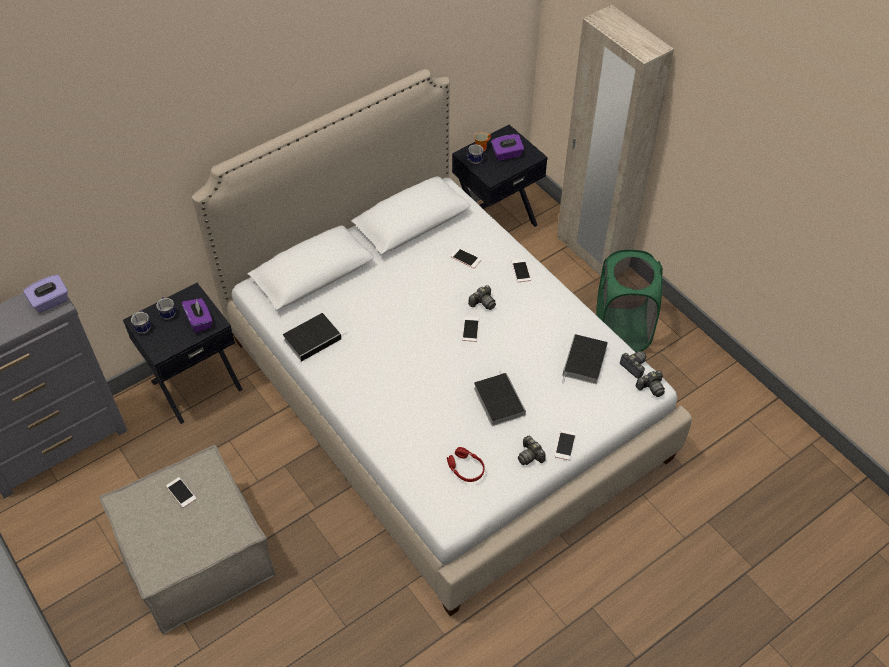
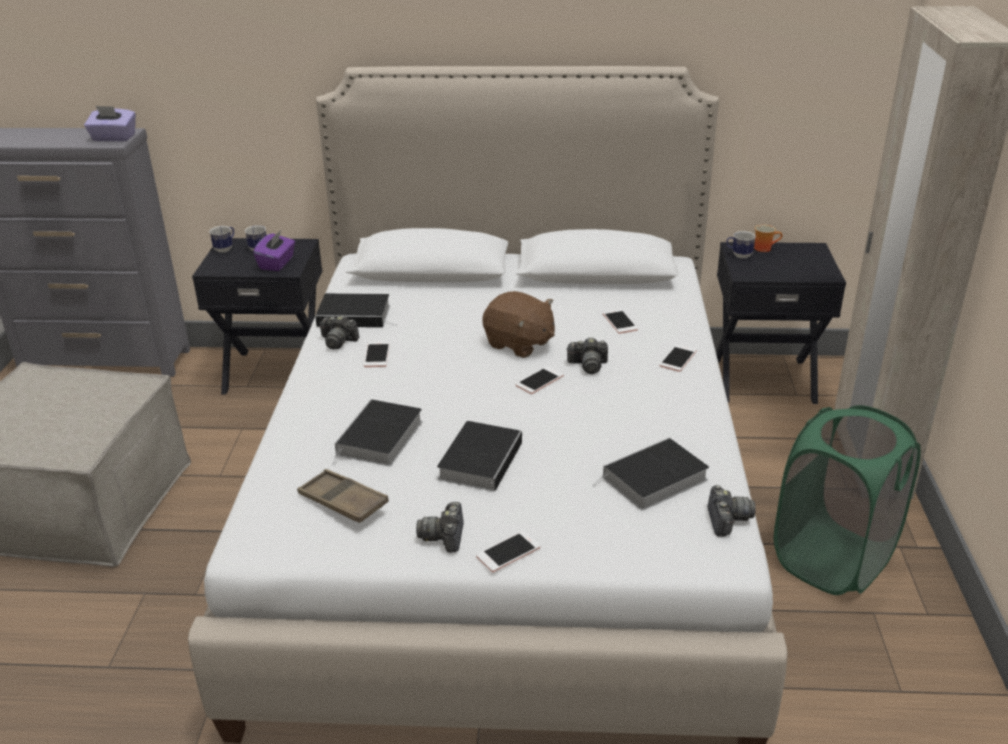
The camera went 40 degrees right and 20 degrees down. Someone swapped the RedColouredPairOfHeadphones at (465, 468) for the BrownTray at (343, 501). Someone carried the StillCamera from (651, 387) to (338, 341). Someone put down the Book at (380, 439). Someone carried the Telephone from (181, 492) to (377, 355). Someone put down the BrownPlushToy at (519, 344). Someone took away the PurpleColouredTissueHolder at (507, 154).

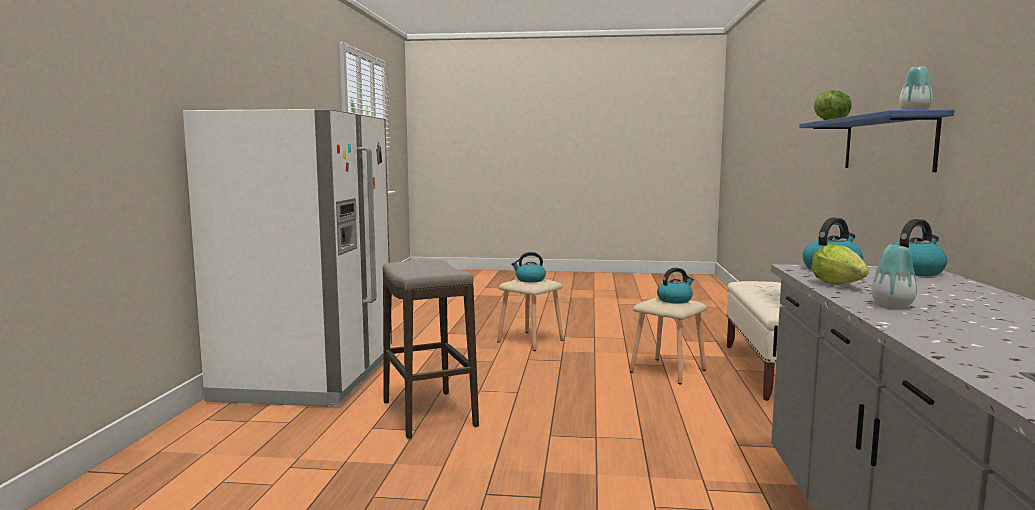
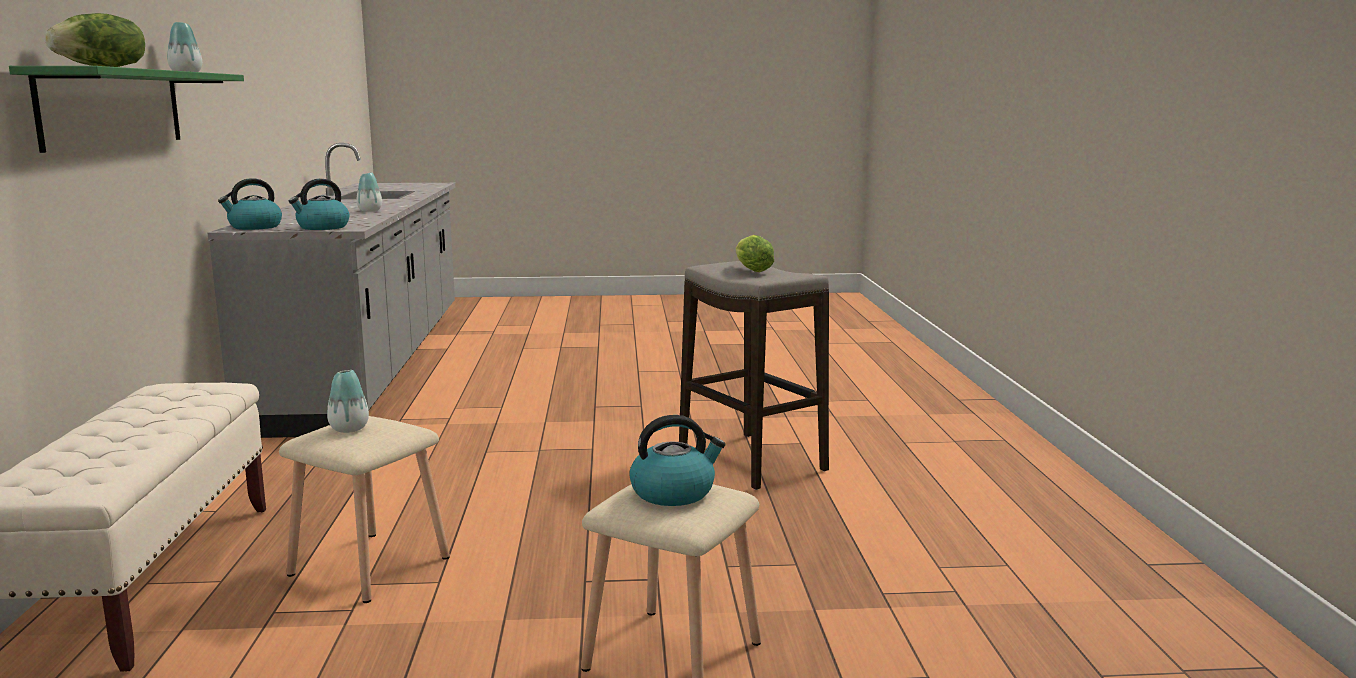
The camera went 170 degrees right and 5 degrees up. Someone repainted the BluishBracketShelf at (887, 144), which became the GreenColouredBracketShelf at (113, 108). Someone swapped the WaterKettle at (675, 300) for the FlowerVase at (349, 429). Someone carried the Lettuce from (840, 285) to (751, 270). Someone took away the WhiteColouredRefrigerator at (308, 378).

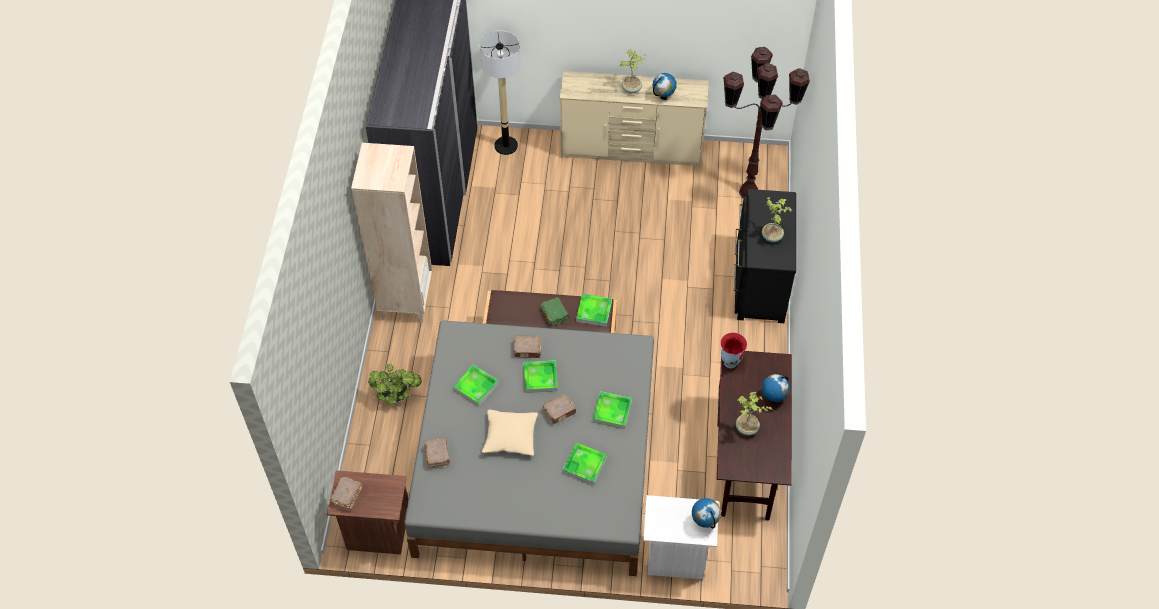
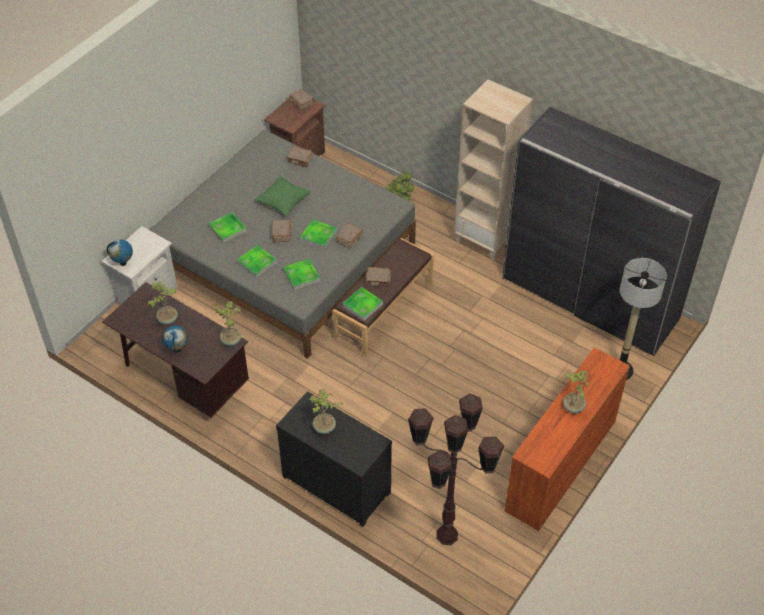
The camera went 120 degrees right and 5 degrees down. Someone swapped the FlowerVase at (730, 362) for the Houseplant at (231, 340). Someone repainted the BeigeColouredThrowPillow at (510, 437), which became the GreenColouredThrowPillow at (283, 200). Someone carried the Tray from (476, 387) to (301, 276). Someone repainted the GreenColouredBook at (554, 314), which became the BrownBook at (378, 280). Someone repainted the BeigeColouredChestOfDrawers at (632, 150), which became the OrangeChestOfDrawers at (560, 465). Someone took away the DeskGlobe at (663, 97).

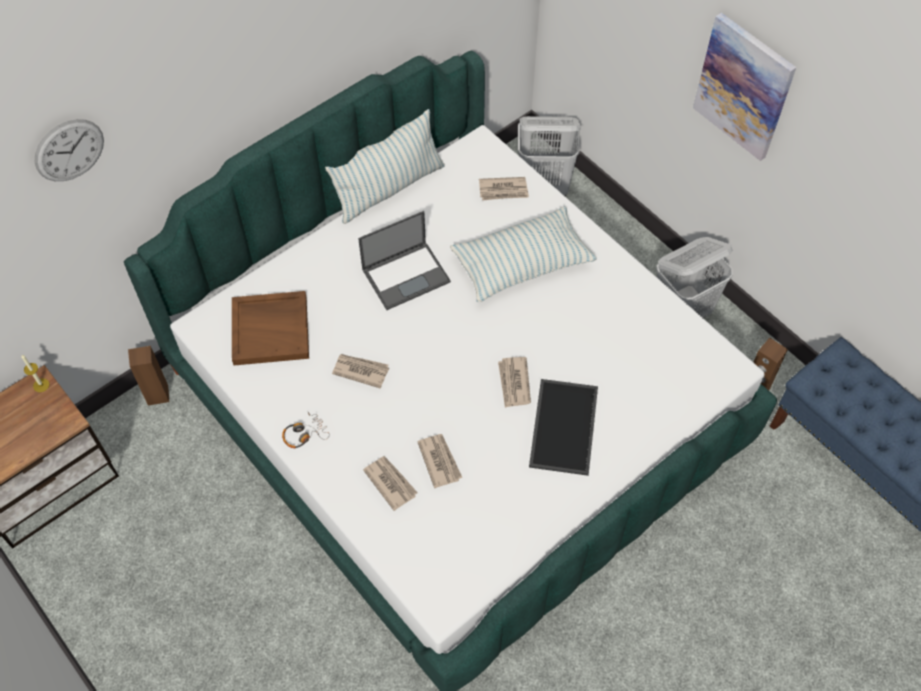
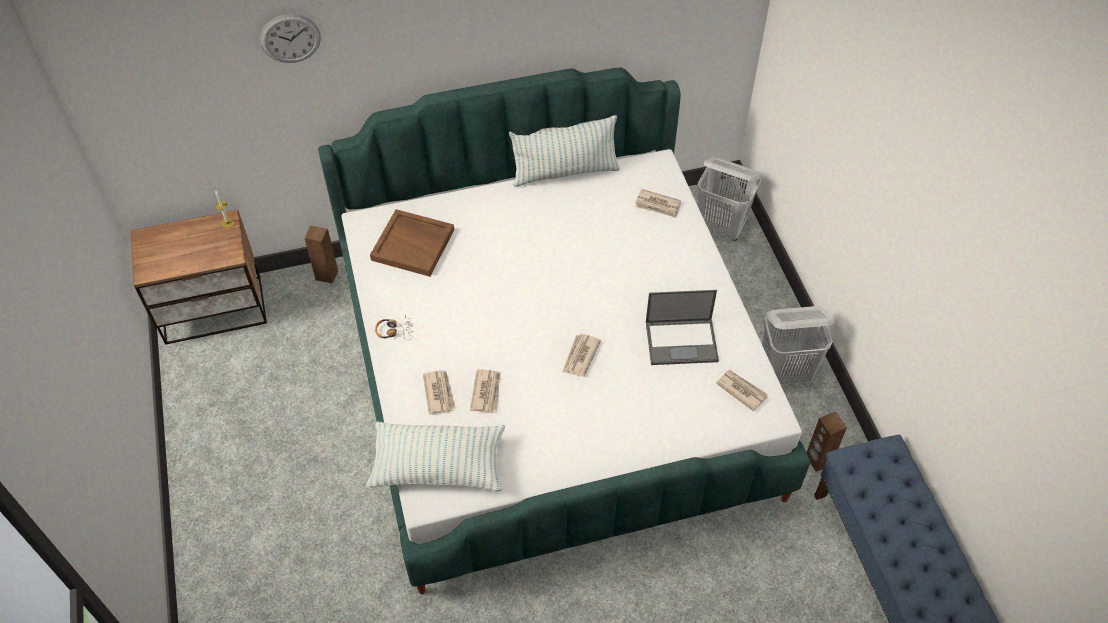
The camera went 25 degrees right and 5 degrees down. Someone carried the ThrowPillow from (522, 264) to (439, 465). Someone carried the PortableComputer from (406, 275) to (682, 341). Someone carried the Newspaper from (360, 370) to (741, 390). Someone took away the Tray at (562, 425). Someone took away the WallPicture at (744, 87).

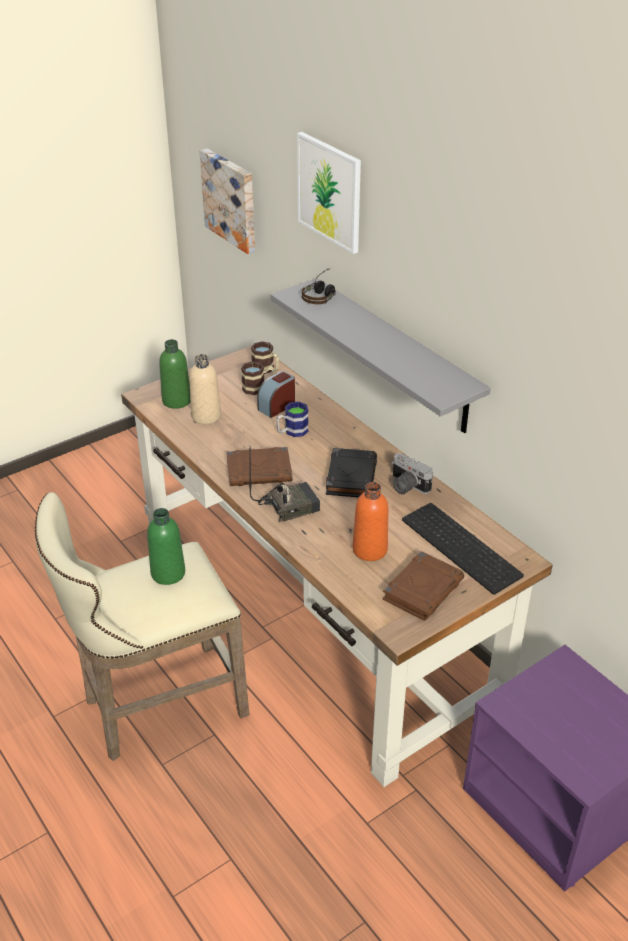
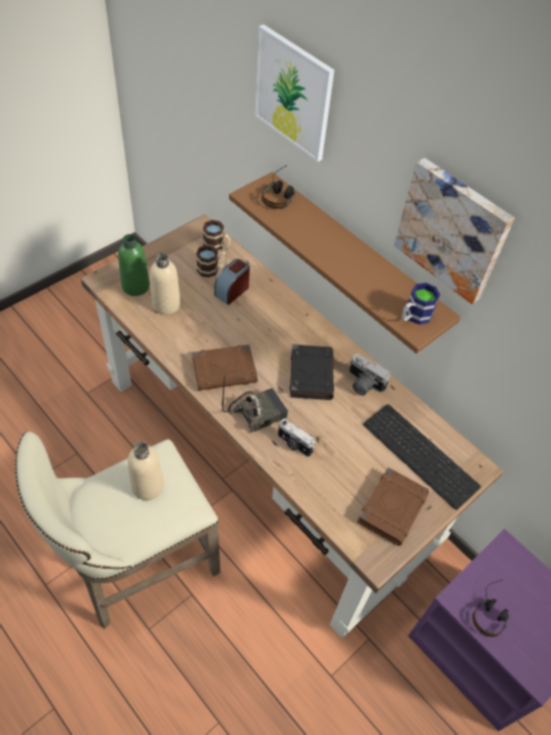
The camera went 10 degrees left and 15 degrees up. Someone repainted the GreenColouredBeverageBottle at (168, 573), which became the BeigeColouredBeverageBottle at (147, 486). Someone repainted the GreyishBracketShelf at (395, 355), which became the BrownBracketShelf at (354, 261). Someone put down the StillCamera at (294, 444). Someone carried the WallPicture from (231, 199) to (453, 230). Someone carried the TeaMug from (292, 431) to (414, 316). Someone put down the PairOfHeadphones at (491, 611). Someone took away the OrangeBeverageBottle at (370, 550).

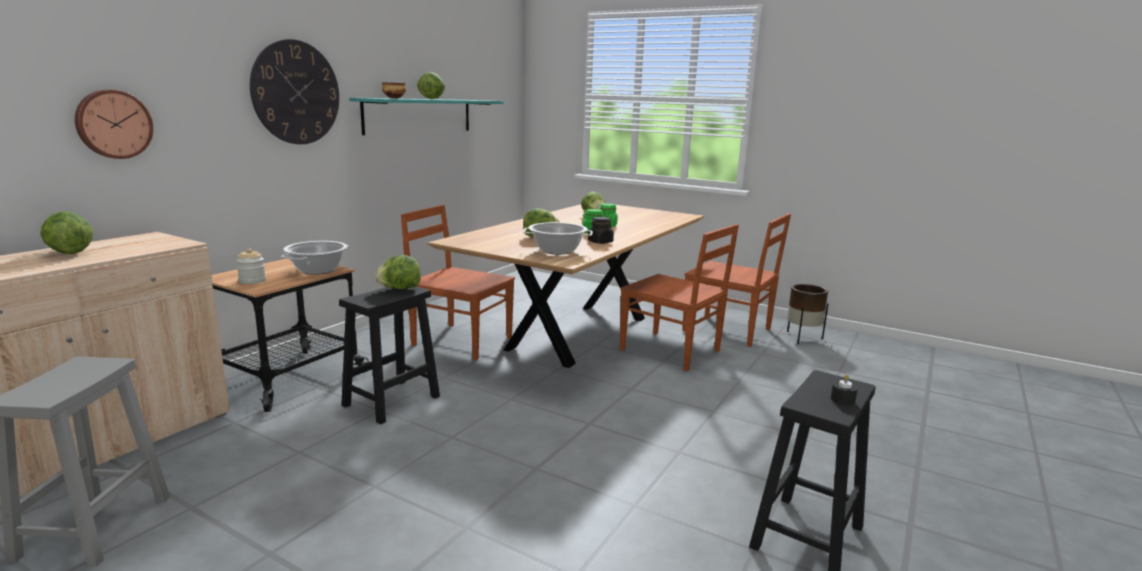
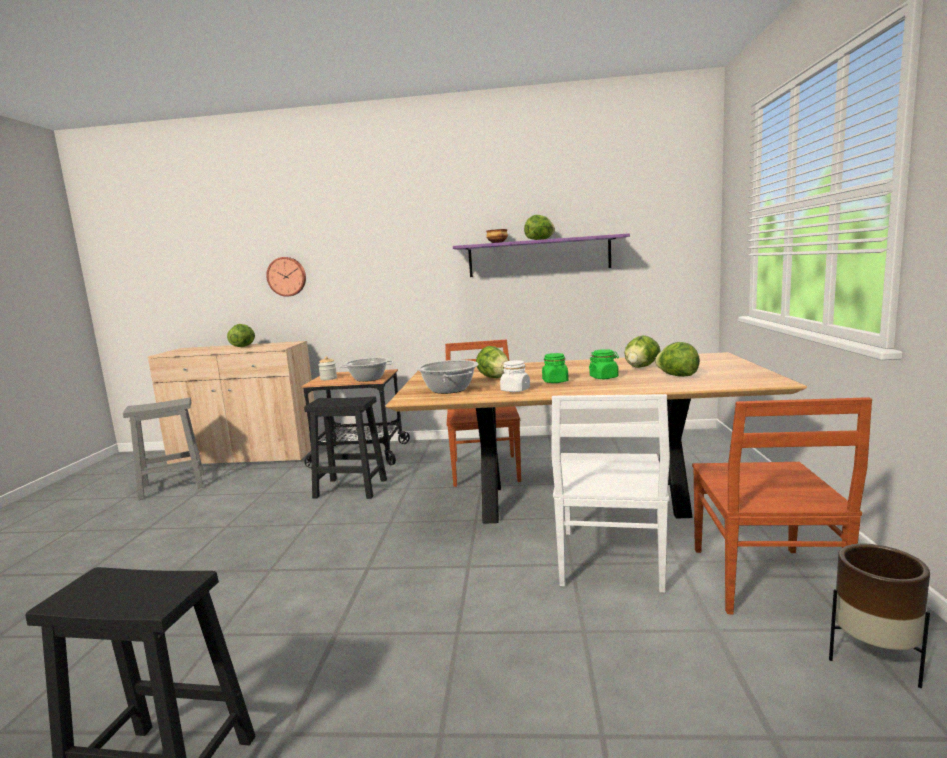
The camera went 65 degrees right and 5 degrees down. Someone repainted the TurquoiseBracketShelf at (419, 115), which became the PurpleColouredBracketShelf at (539, 256). Someone repainted the BlackPreserveJar at (600, 242), which became the WhiteColouredPreserveJar at (515, 390). Someone repainted the BrownPlainChair at (672, 351), which became the WhiteColouredPlainChair at (610, 561). Someone carried the Lettuce from (400, 289) to (677, 376). Someone took away the ClockOnTheWall at (296, 93). Someone took away the BlackWaxLight at (842, 399).

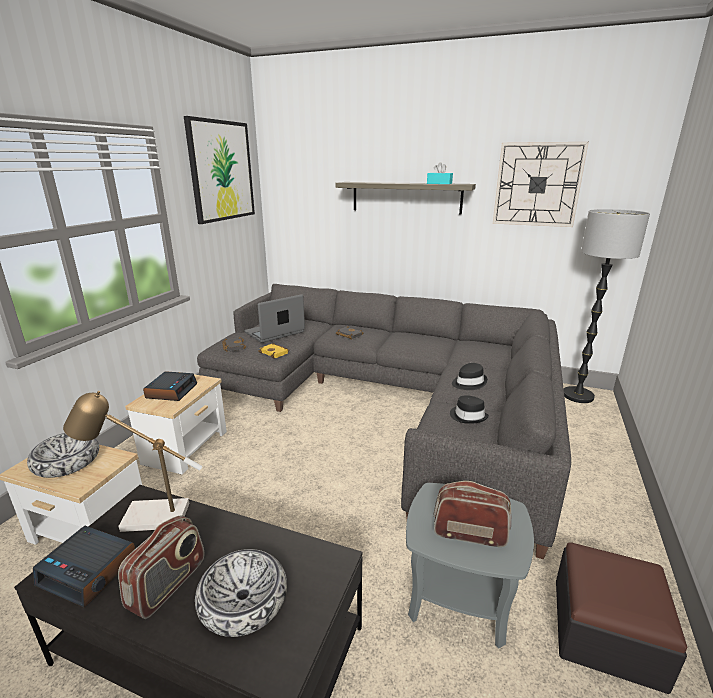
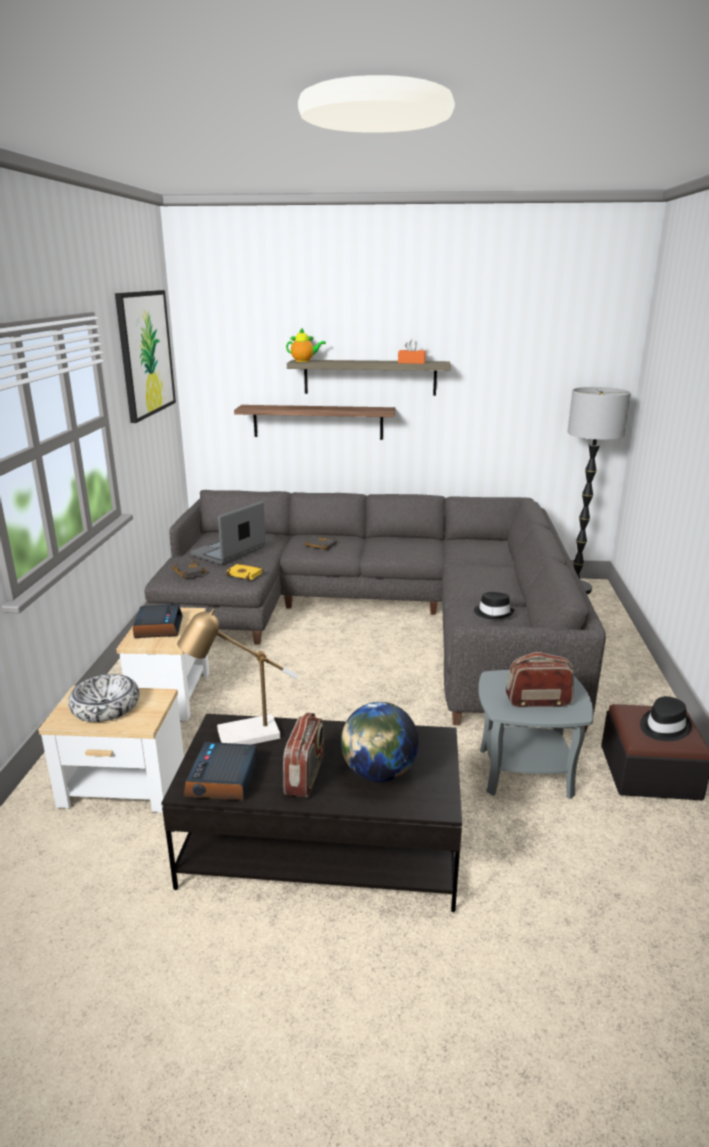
The camera went 15 degrees left and 0 degrees up. Someone rotated the AlarmClock at (90, 570) by 90 degrees clockwise. Someone put up the BracketShelf at (318, 422). Someone put down the Teapot at (304, 361). Someone swapped the DeepDish at (243, 600) for the DeskGlobe at (378, 773). Someone repainted the TurquoiseTissueHolder at (439, 183), which became the OrangeTissueHolder at (411, 362). Someone carried the BlackWearableHat from (468, 383) to (663, 727). Someone took away the ClockOnTheWall at (537, 185).

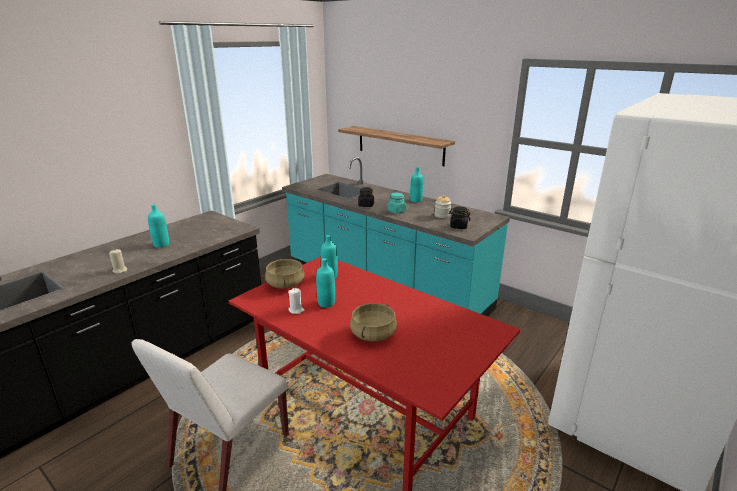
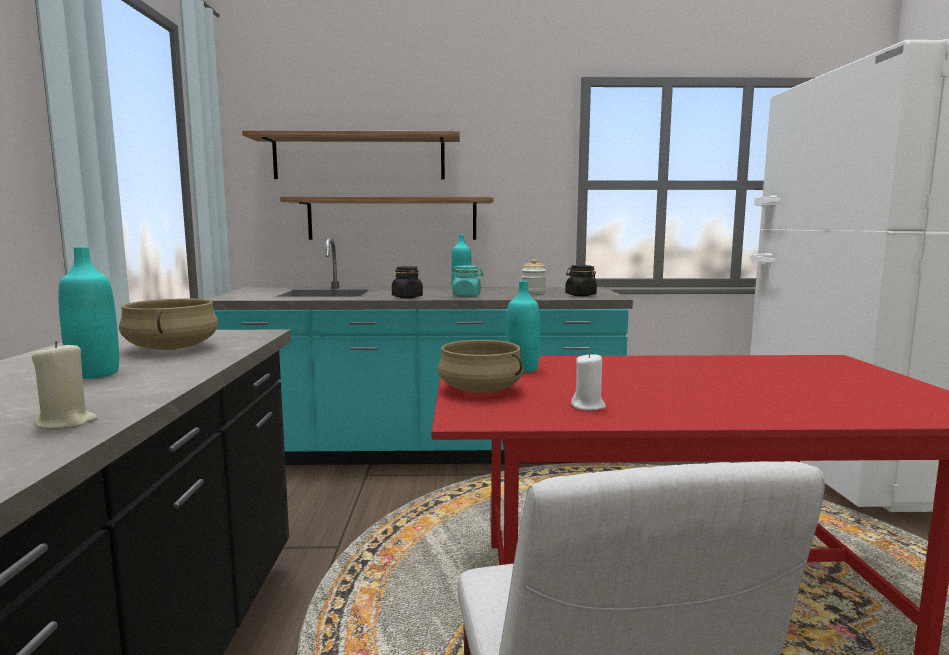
The camera went 40 degrees left and 15 degrees down. Someone carried the BeigeColouredStockpot from (373, 334) to (173, 348). Someone put up the BracketShelf at (359, 158). Someone took away the TurquoiseBeverageBottle at (326, 303).

